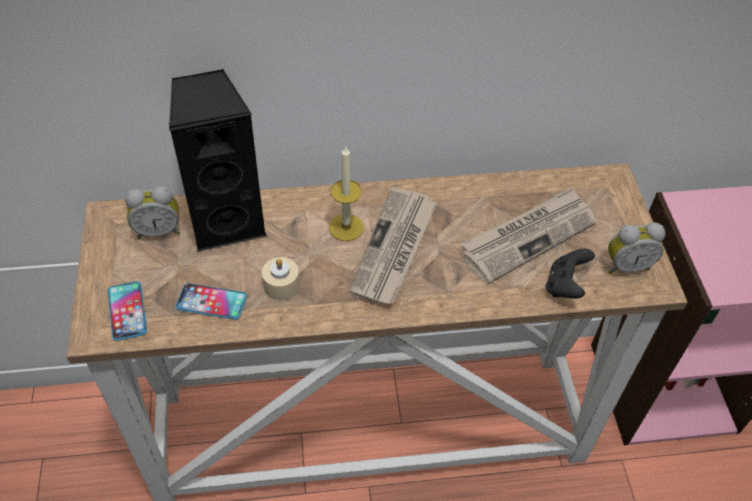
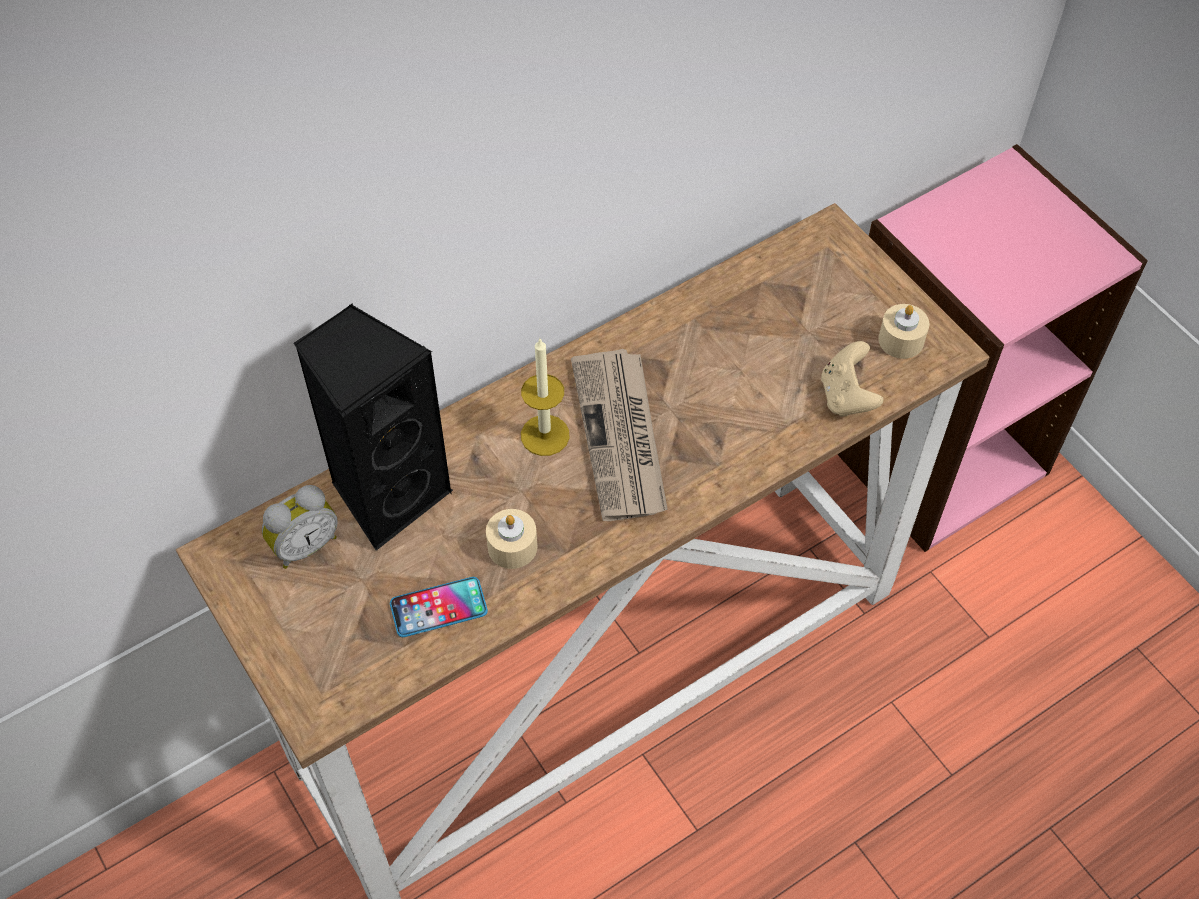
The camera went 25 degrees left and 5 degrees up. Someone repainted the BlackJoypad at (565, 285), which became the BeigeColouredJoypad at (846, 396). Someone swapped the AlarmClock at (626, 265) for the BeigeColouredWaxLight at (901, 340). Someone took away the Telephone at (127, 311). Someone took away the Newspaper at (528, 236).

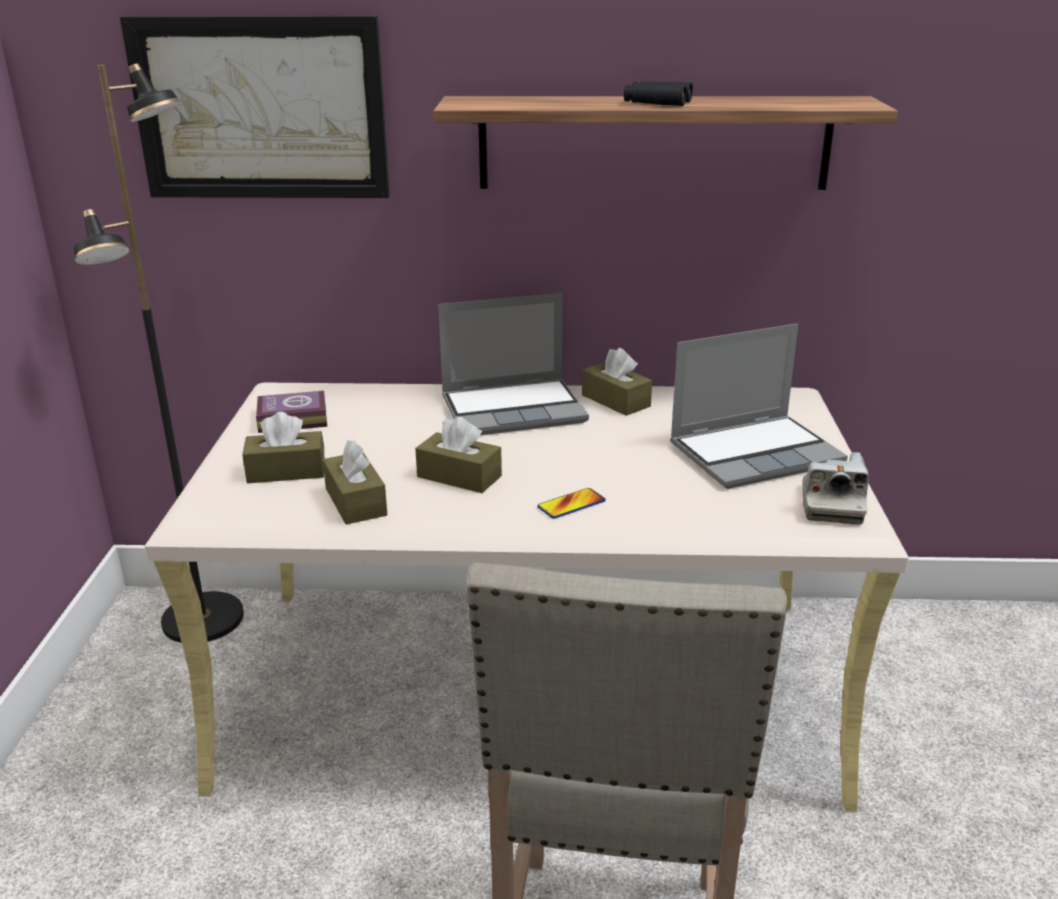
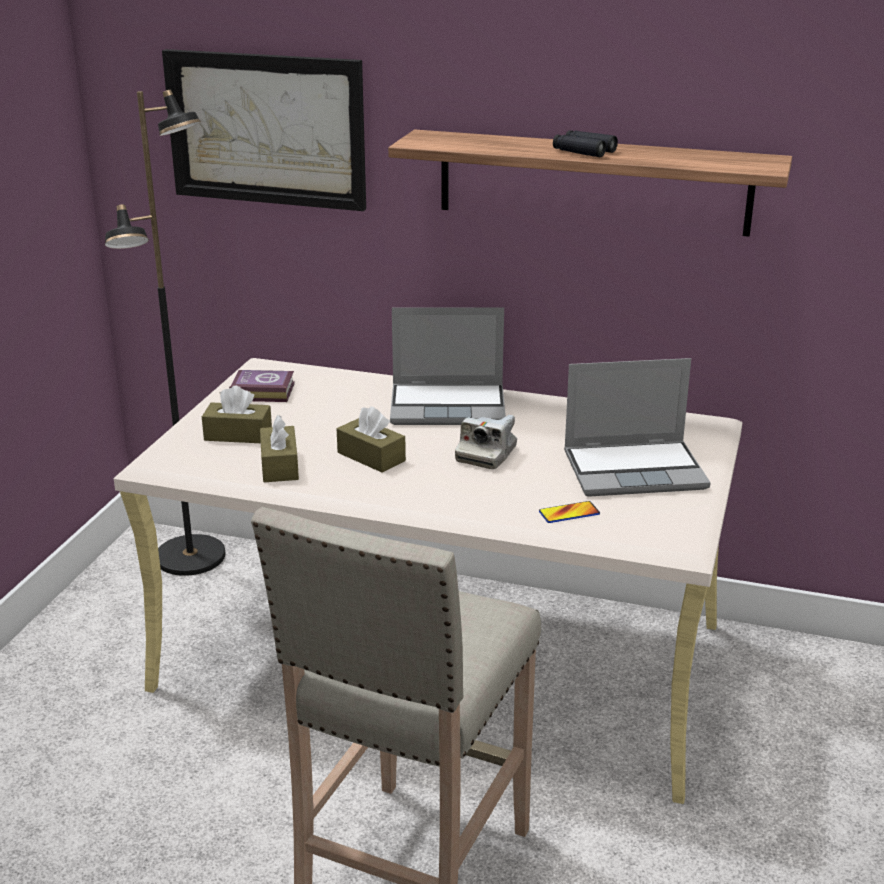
The camera went 15 degrees right and 0 degrees up. Someone carried the StillCamera from (831, 505) to (486, 454). Someone carried the Telephone from (571, 504) to (569, 513). Someone took away the BrownTissueHolder at (615, 401).

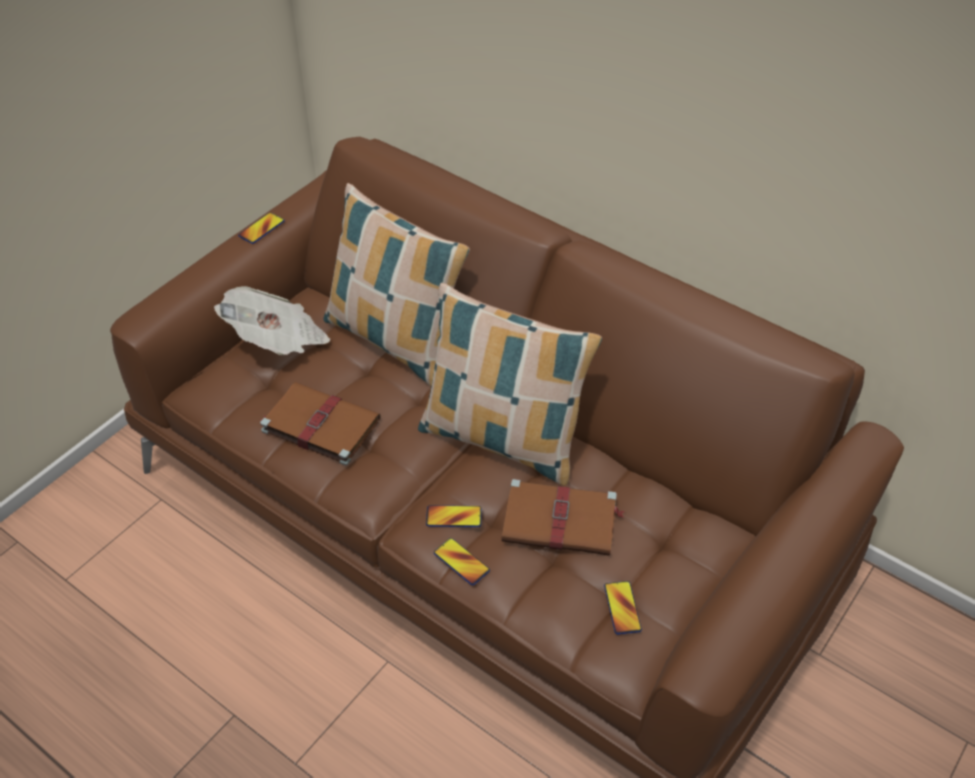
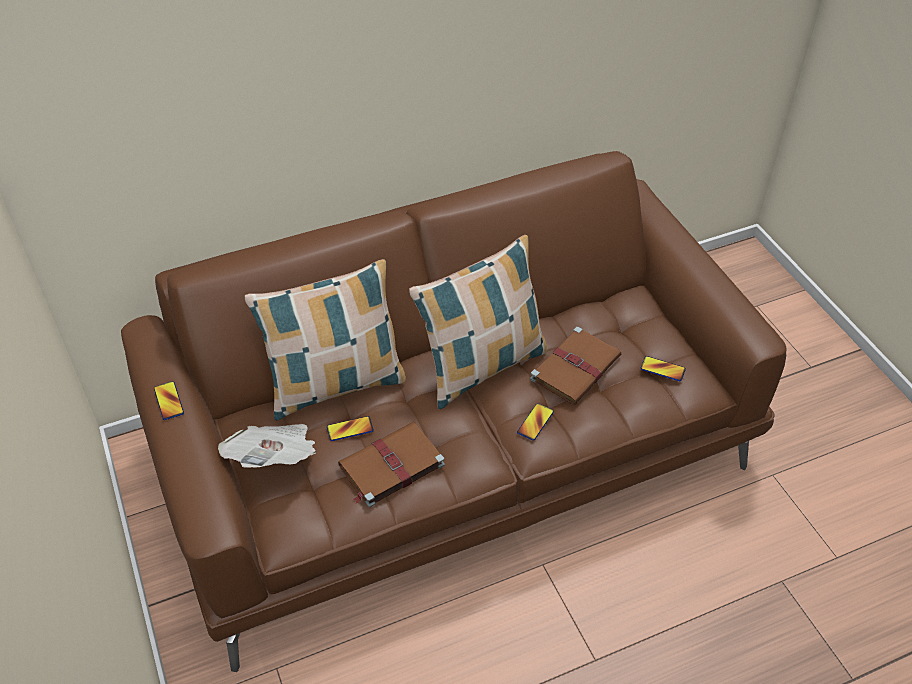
The camera went 60 degrees left and 0 degrees up. Someone carried the Telephone from (461, 562) to (350, 429).

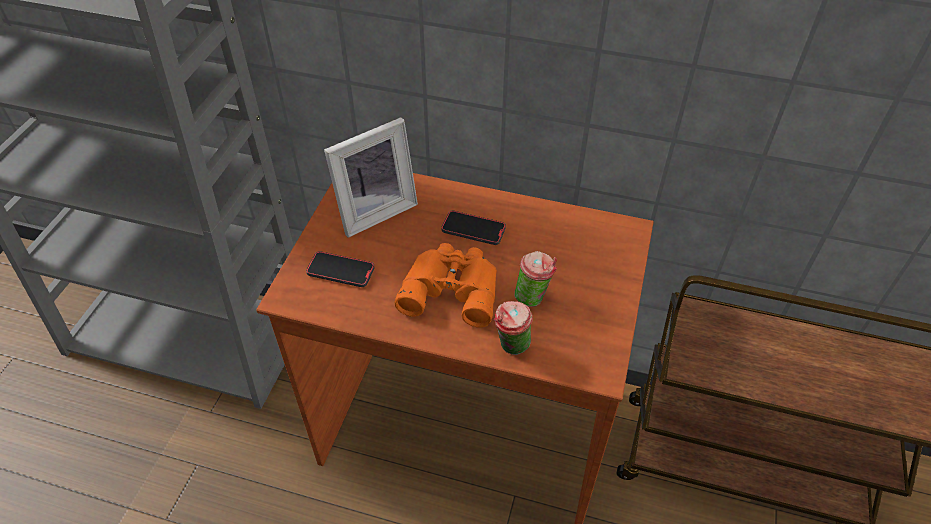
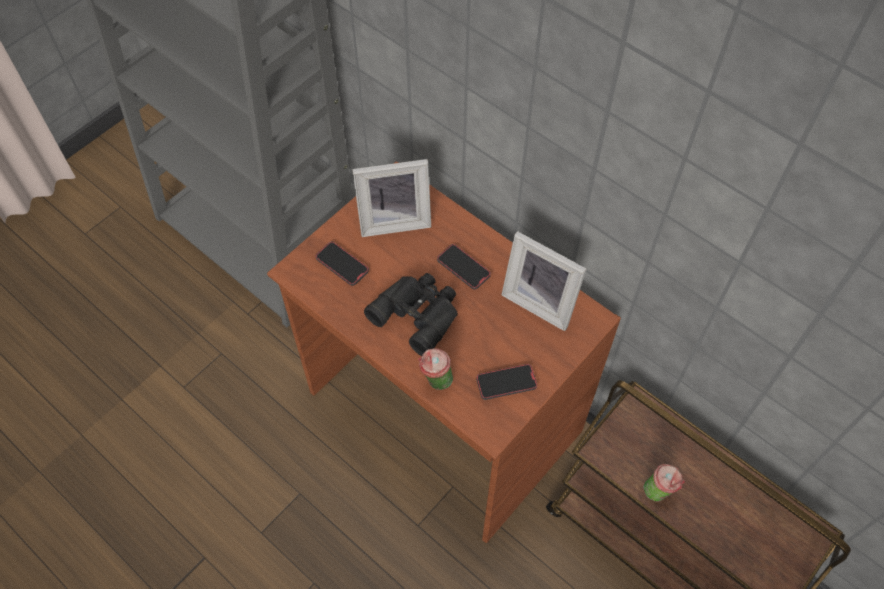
The camera went 25 degrees right and 10 degrees up. Someone repainted the OrangeBinoculars at (451, 287), which became the BlackBinoculars at (418, 313). Someone put down the Telephone at (506, 383). Someone put down the StandingFrame at (541, 301). Someone carried the SmallCup from (533, 297) to (658, 492).

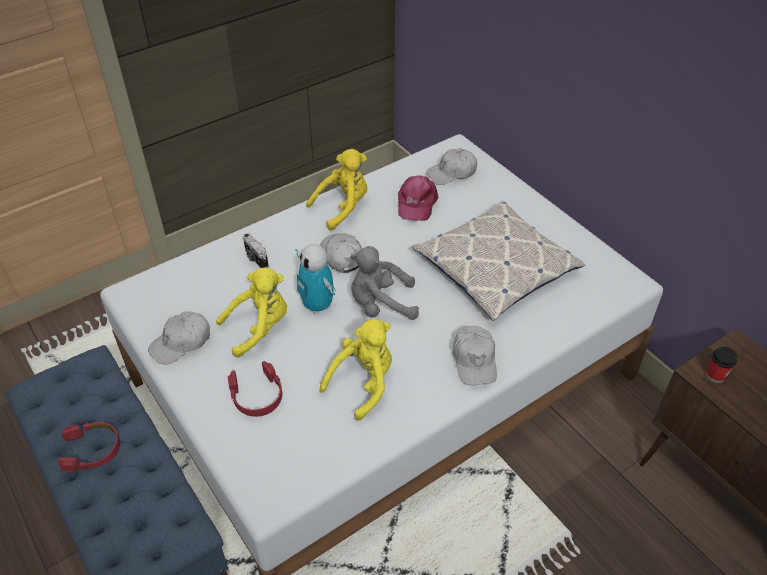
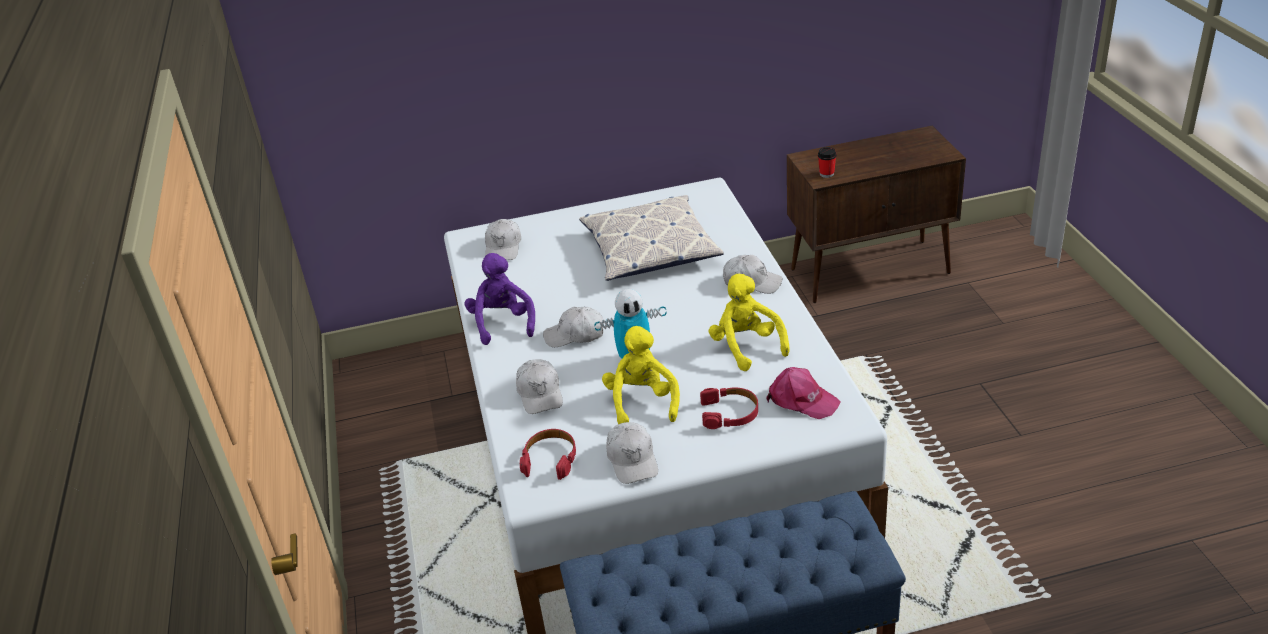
The camera went 65 degrees left and 10 degrees down. Someone repainted the YellowColouredPlushToy at (343, 207), which became the PurpleColouredPlushToy at (502, 323). Someone swapped the StillCamera at (255, 259) for the WhiteColouredBaseballCap at (540, 393). Someone carried the RedColouredPairOfHeadphones from (92, 450) to (550, 459). Someone carried the PinkishBaseballCap from (416, 203) to (802, 400). Someone took away the GreyishPlushToy at (380, 305).

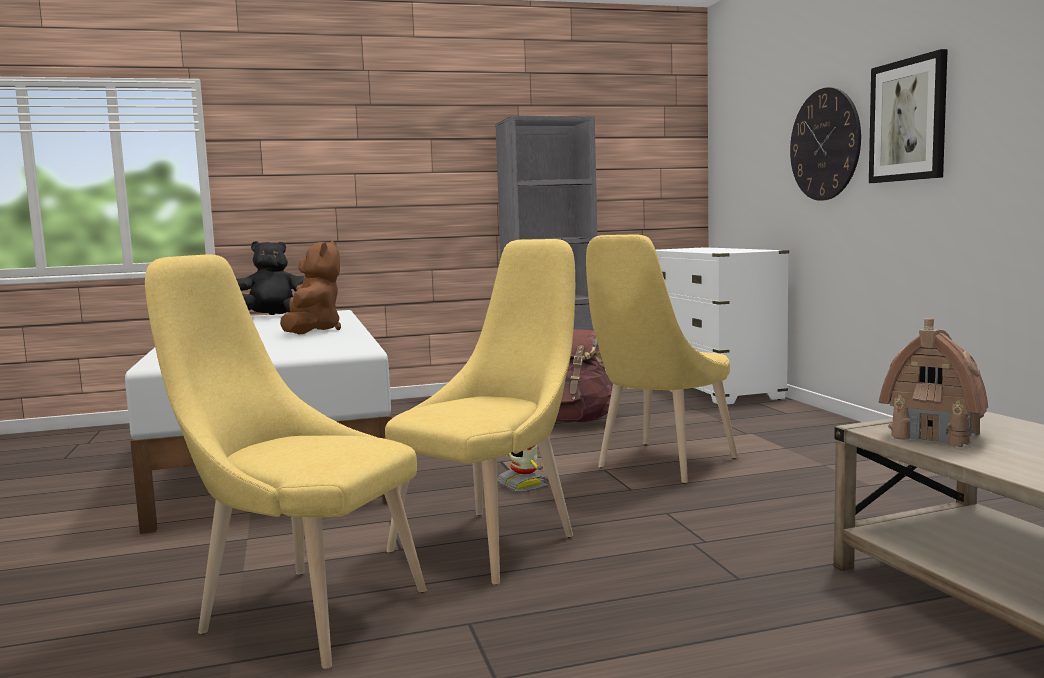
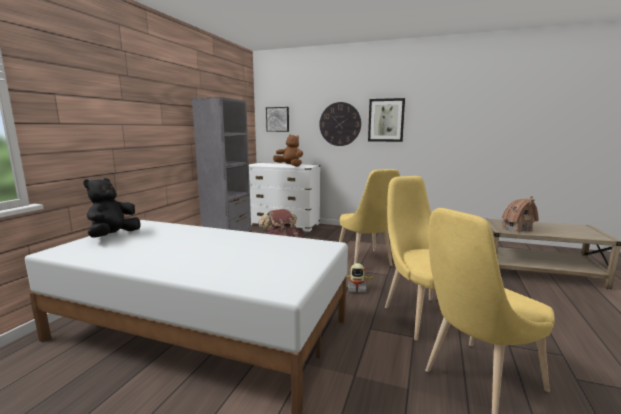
The camera went 55 degrees left and 5 degrees up. Someone put up the WallPicture at (278, 119). Someone carried the BrownPlushToy from (312, 331) to (289, 166).

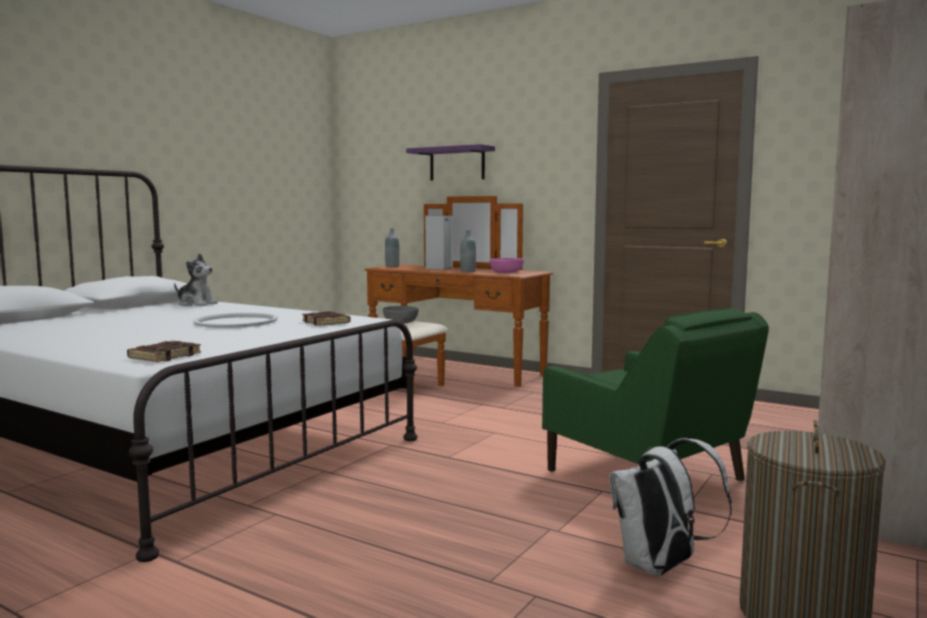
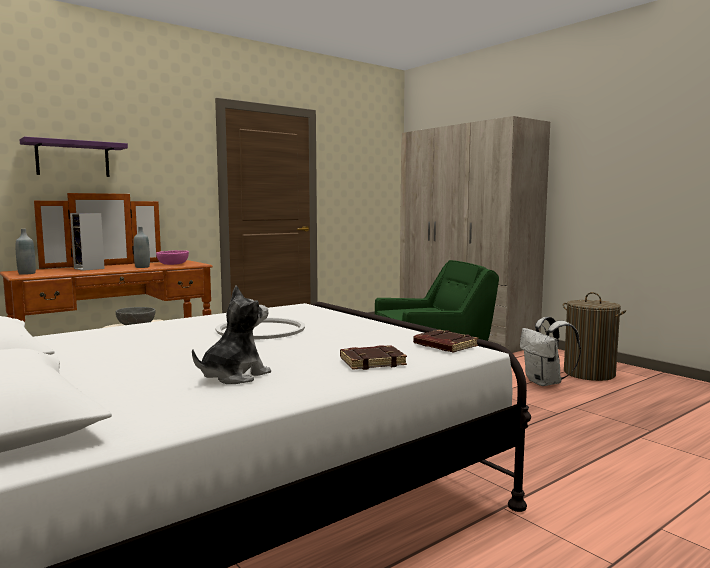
The camera went 70 degrees left and 0 degrees up. Someone carried the PlushToy from (196, 304) to (234, 376). Someone carried the BrownBook from (327, 322) to (372, 362).

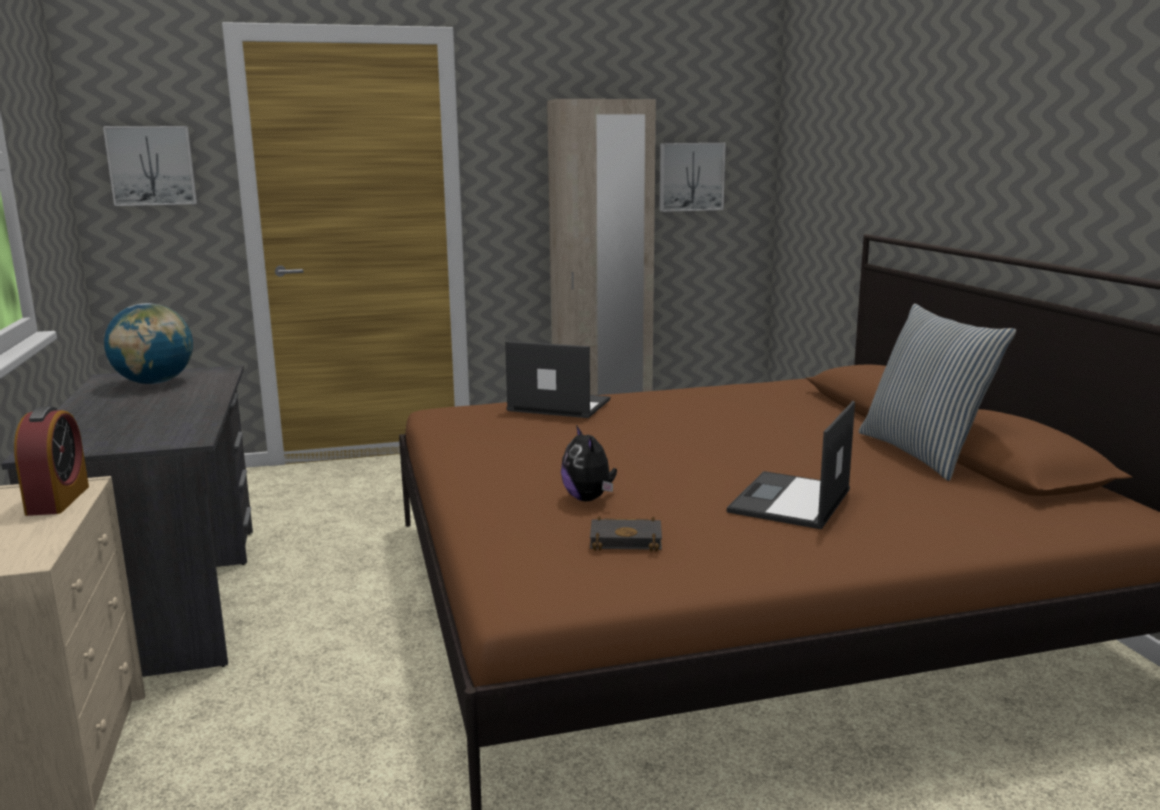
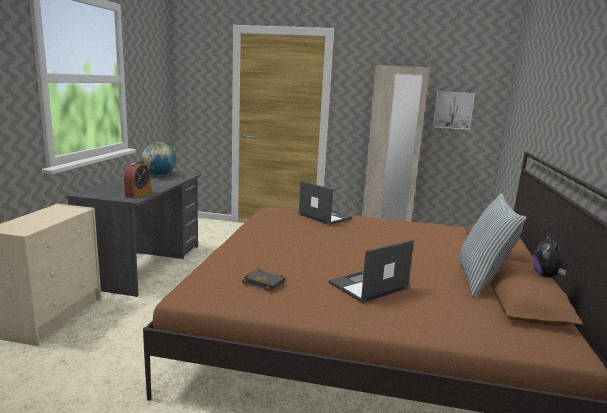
The camera went 25 degrees right and 0 degrees up. Someone carried the AlarmClock from (58, 500) to (138, 194). Someone carried the PlushToy from (589, 499) to (547, 276). Someone took away the WallPicture at (151, 165).

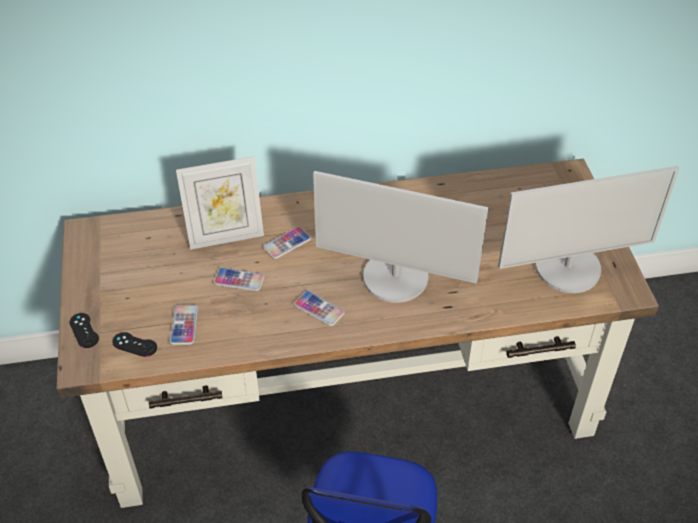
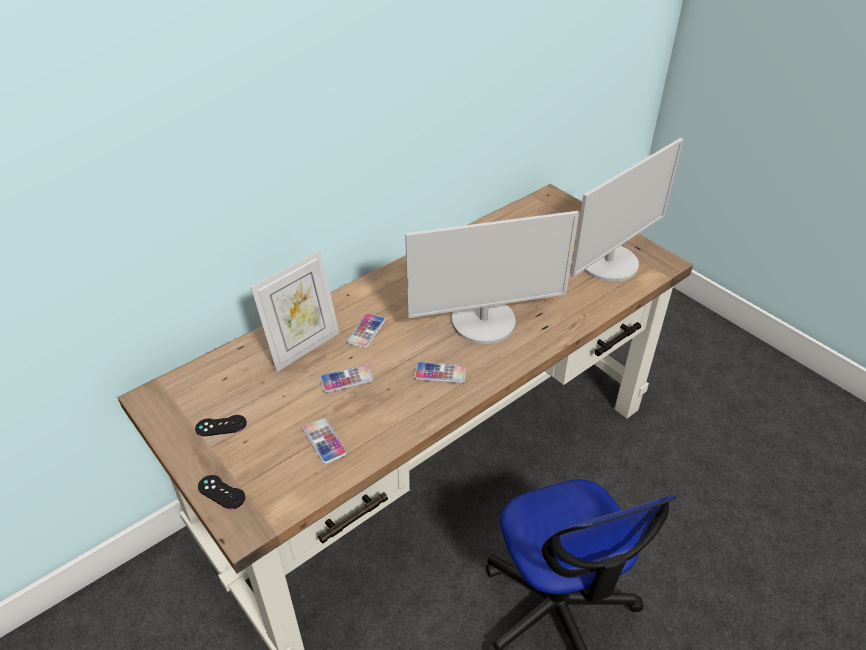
The camera went 30 degrees left and 5 degrees down. Someone carried the BlackJoypad from (134, 344) to (221, 426).

